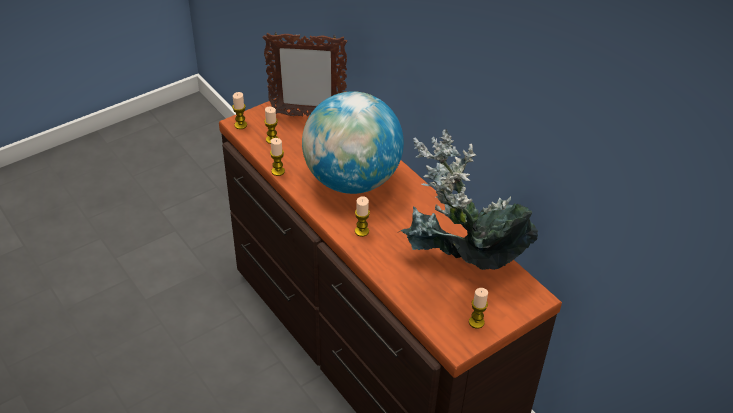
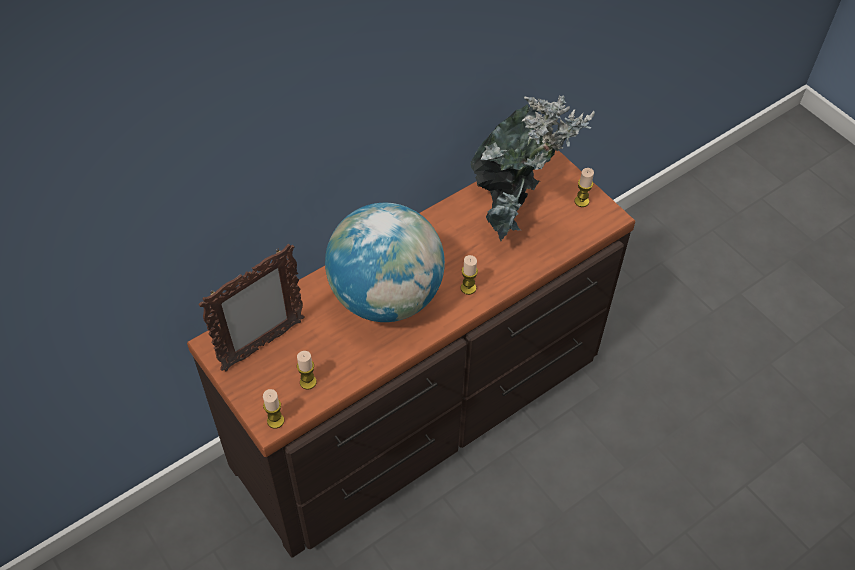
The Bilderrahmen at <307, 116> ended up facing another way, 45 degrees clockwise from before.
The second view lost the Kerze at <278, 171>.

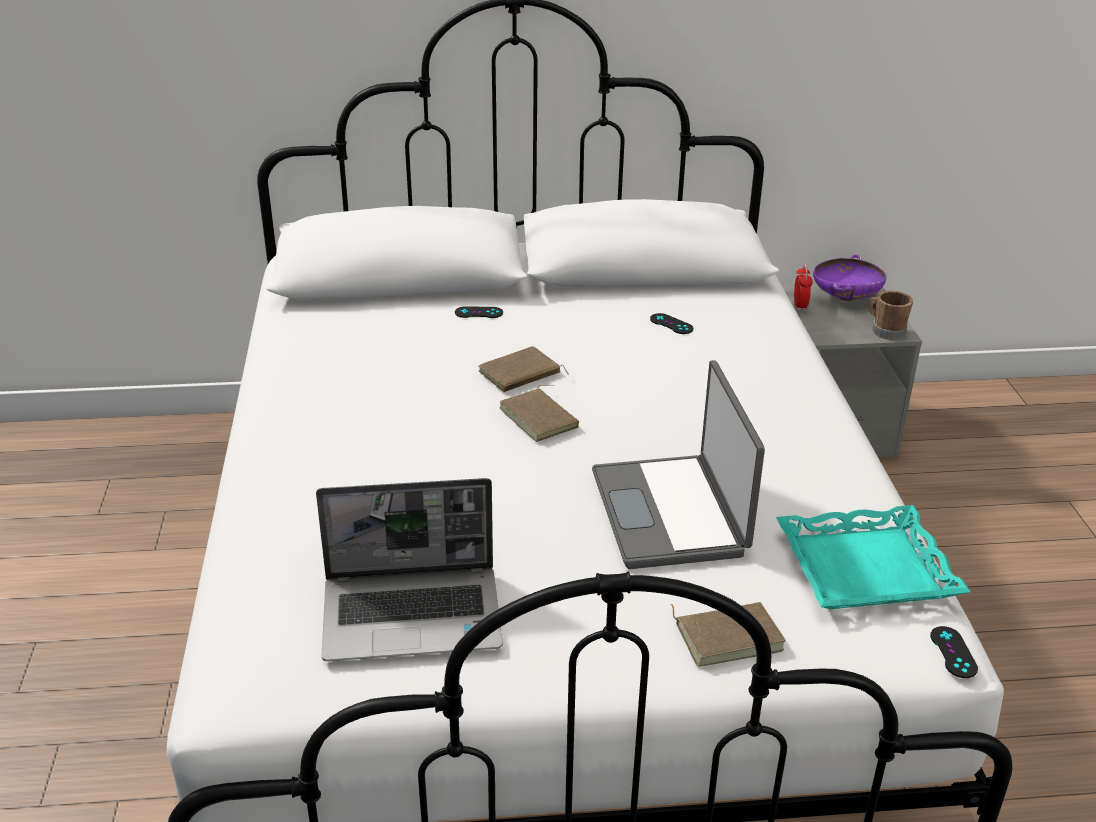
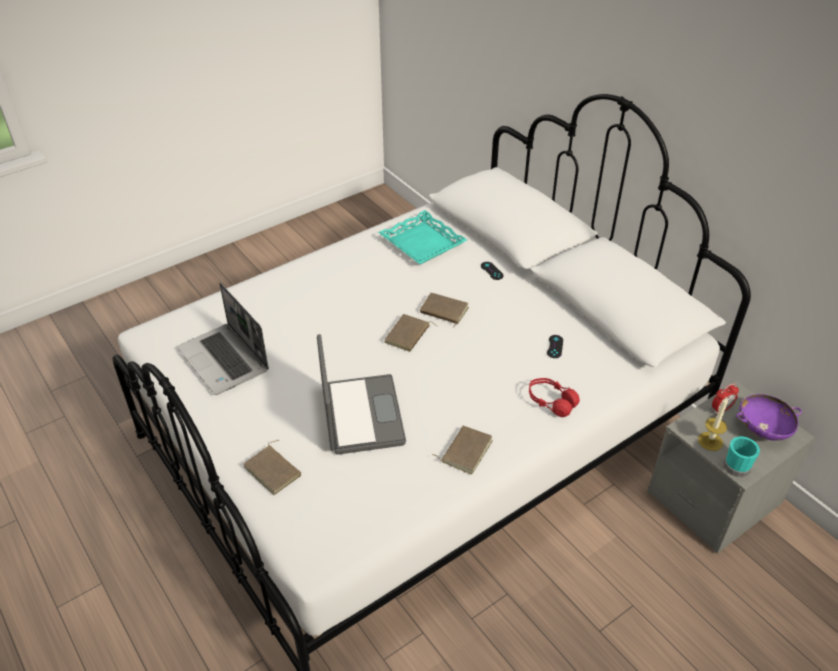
The Laptop at <671, 513> ended up facing another way, 120 degrees clockwise from before.
The Tablett/türkis ended up elsewhere, having gone from <866, 567> to <423, 243>.
What was the Henkelbecher/braun at <885, 330> turned into the Henkelbecher/türkis at <736, 464>.
The second view lost the Gamepad/schwarz at <953, 652>.
The second view gained the Buch/braun at <465, 450>.
The second view gained the Kopfhörer/rot at <551, 402>.
The second view gained the Kerze at <710, 441>.

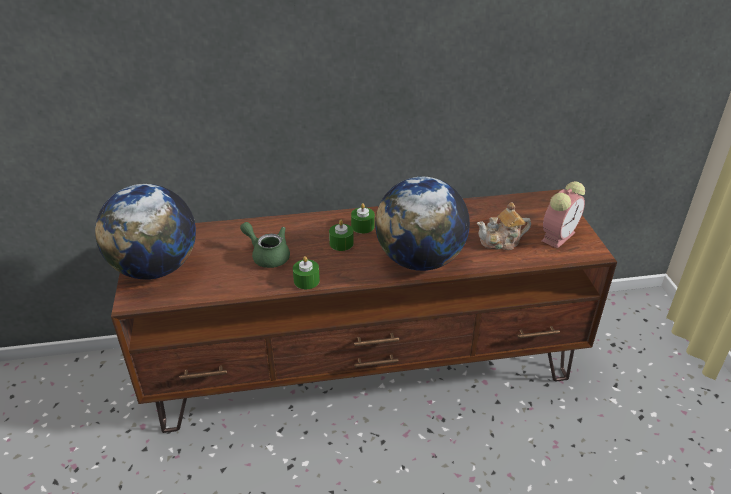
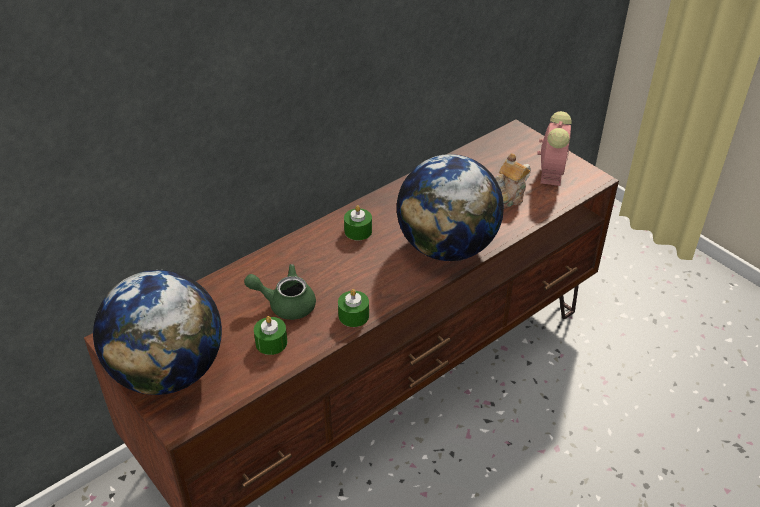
The Kerze/grün ended up elsewhere, having gone from <341, 243> to <271, 342>.

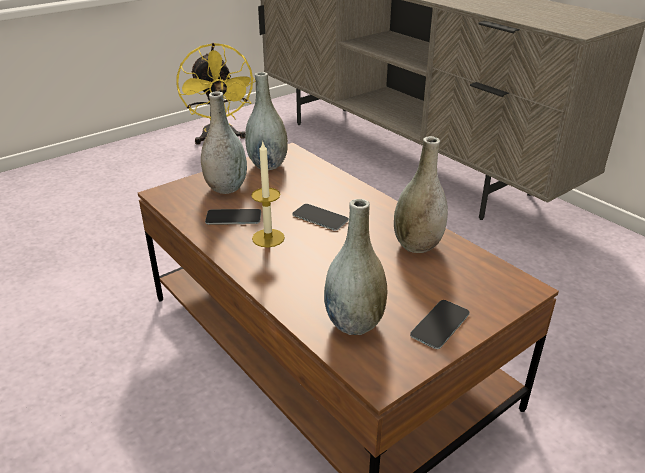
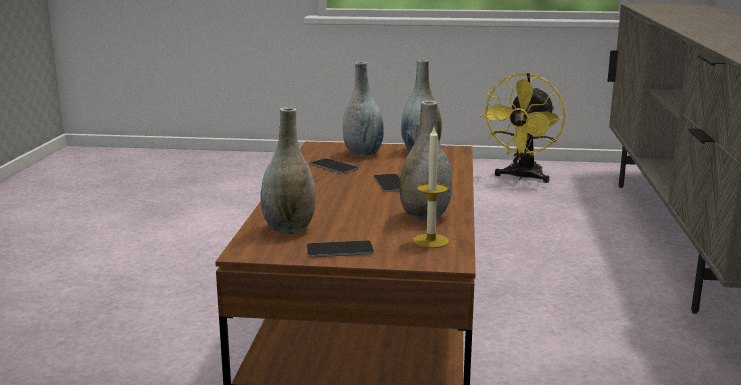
The Kerze ended up elsewhere, having gone from <268, 238> to <431, 241>.

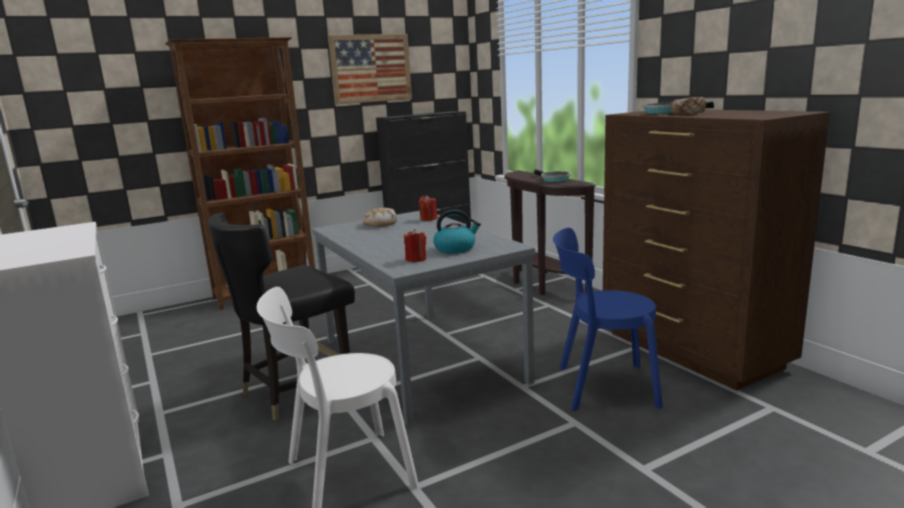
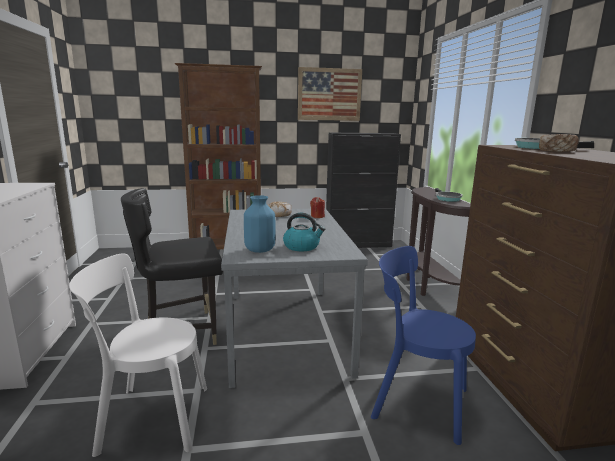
Where the Kerze/rot stood at <416, 259>, the Vase/blau came to stand at <260, 250>.

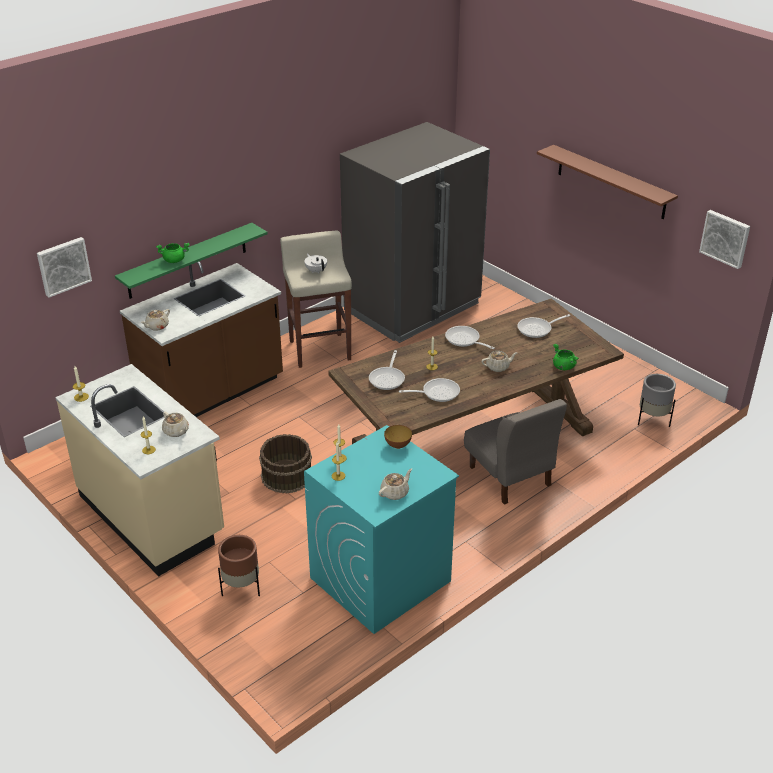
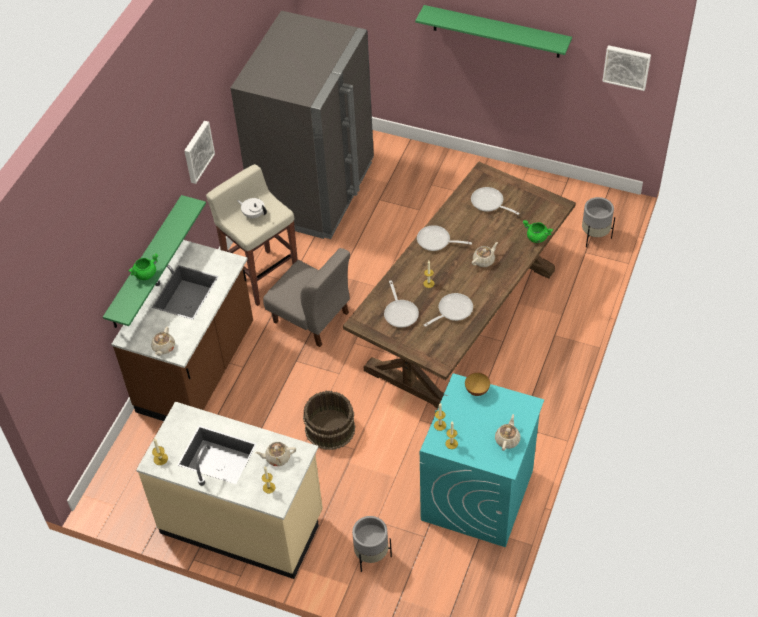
The Bild ended up elsewhere, having gone from <63, 266> to <197, 151>.
The Teekanne/beige at <176, 431> ended up facing another way, 150 degrees clockwise from before.
What was the Pflanzkübel/braun at <241, 587> turned into the Pflanzkübel/grau at <371, 556>.
The Stuhl/grau ended up elsewhere, having gone from <510, 476> to <311, 318>.
The Pfanne at <537, 329> ended up facing another way, 90 degrees clockwise from before.
What was the Wandregal/braun at <611, 182> turned into the Wandregal/grün at <496, 32>.

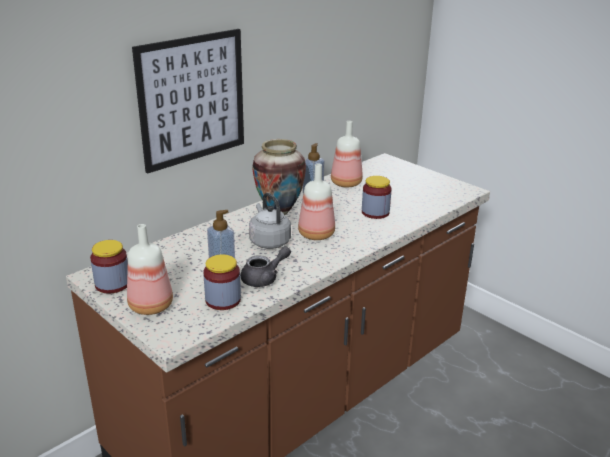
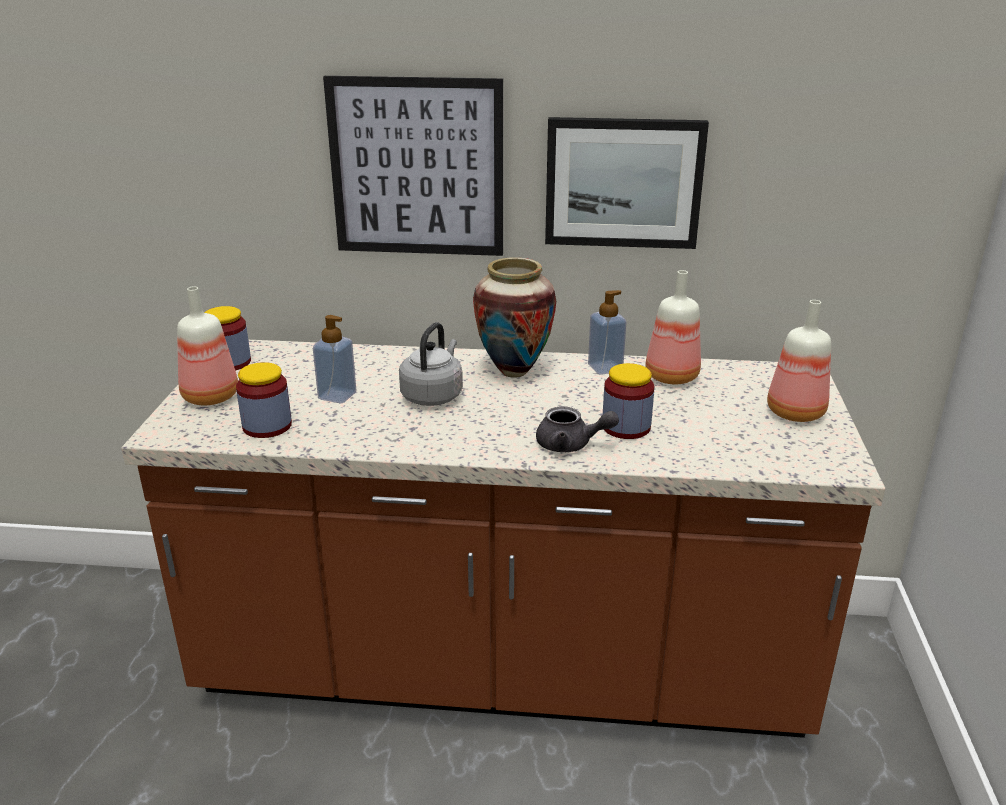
The Teekanne/grau ended up elsewhere, having gone from <264, 278> to <571, 445>.
The Flasche ended up elsewhere, having gone from <316, 235> to <794, 413>.
The second view gained the Bild at <623, 182>.

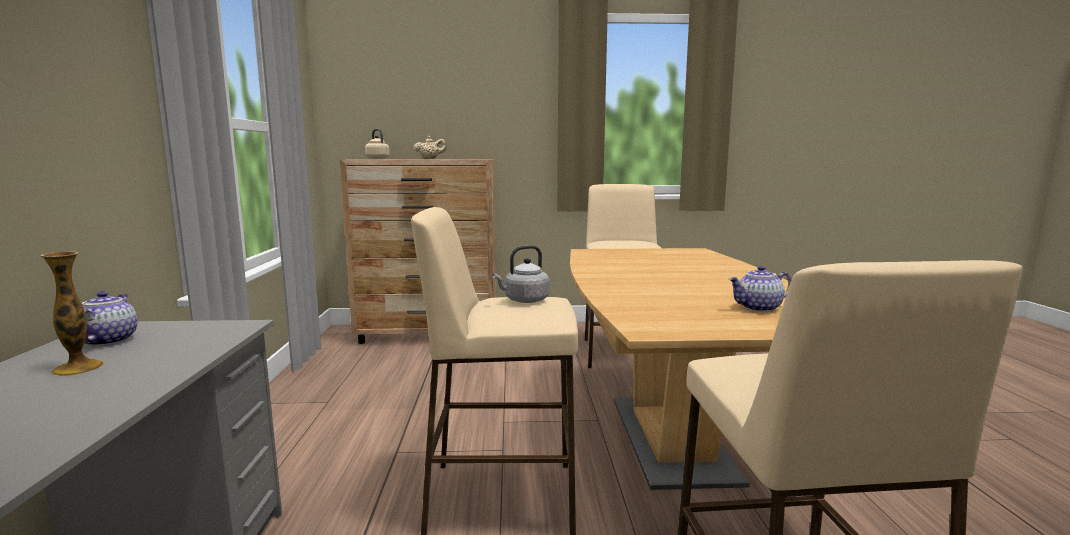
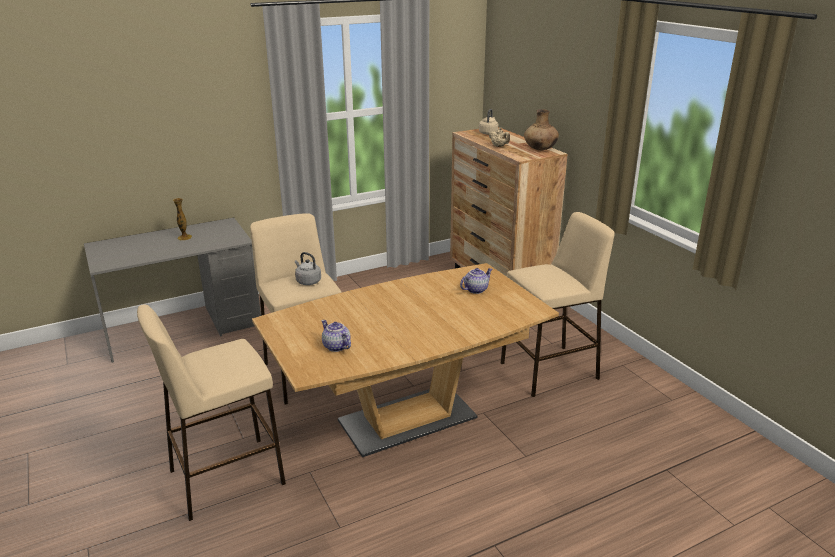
The Teekanne ended up elsewhere, having gone from <107, 341> to <475, 289>.
The second view gained the Vase/braun at <540, 149>.

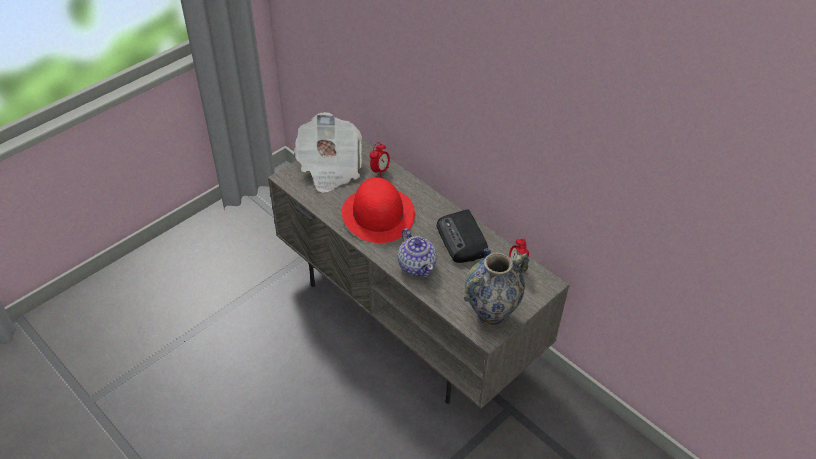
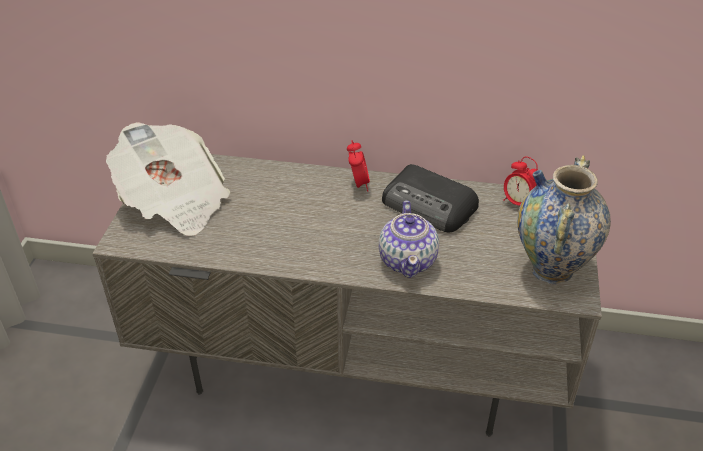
The second view lost the Hut/rot at <378, 214>.
The Wecker ended up elsewhere, having gone from <380, 171> to <358, 184>.
The Teekanne at <417, 265> ended up facing another way, 60 degrees clockwise from before.

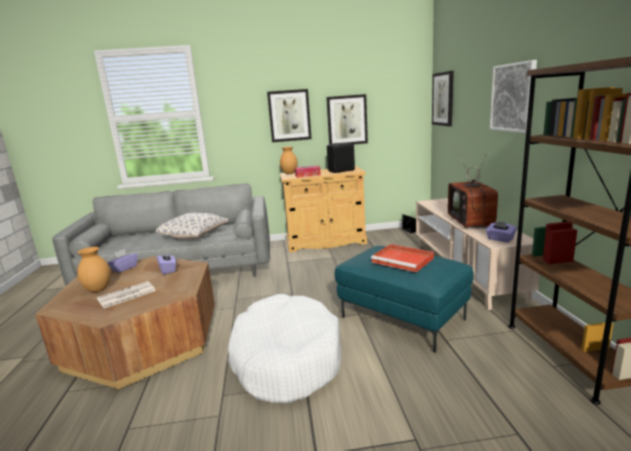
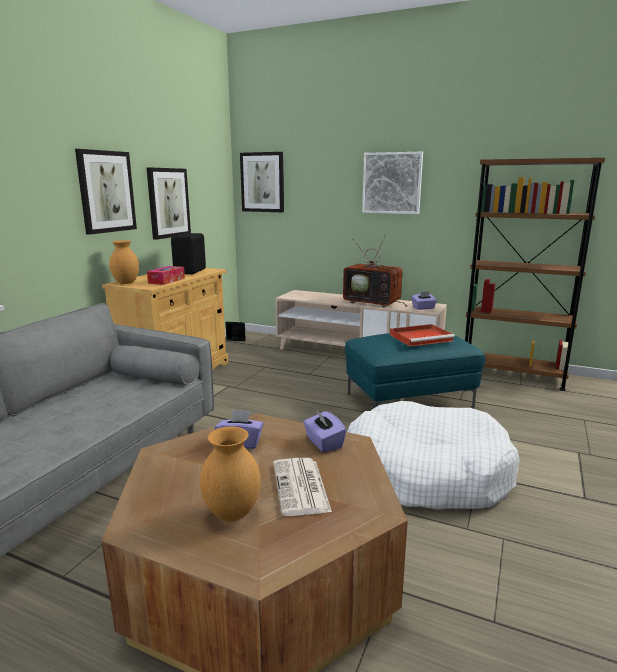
The Taschentuchbox/lila ended up elsewhere, having gone from <124, 268> to <323, 443>.
The second view lost the Kissen at <195, 236>.

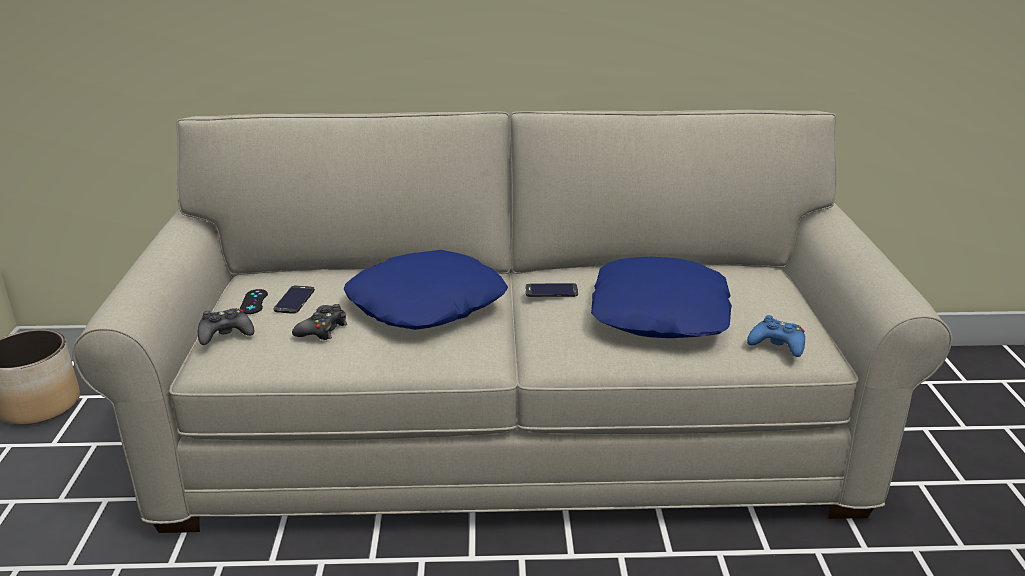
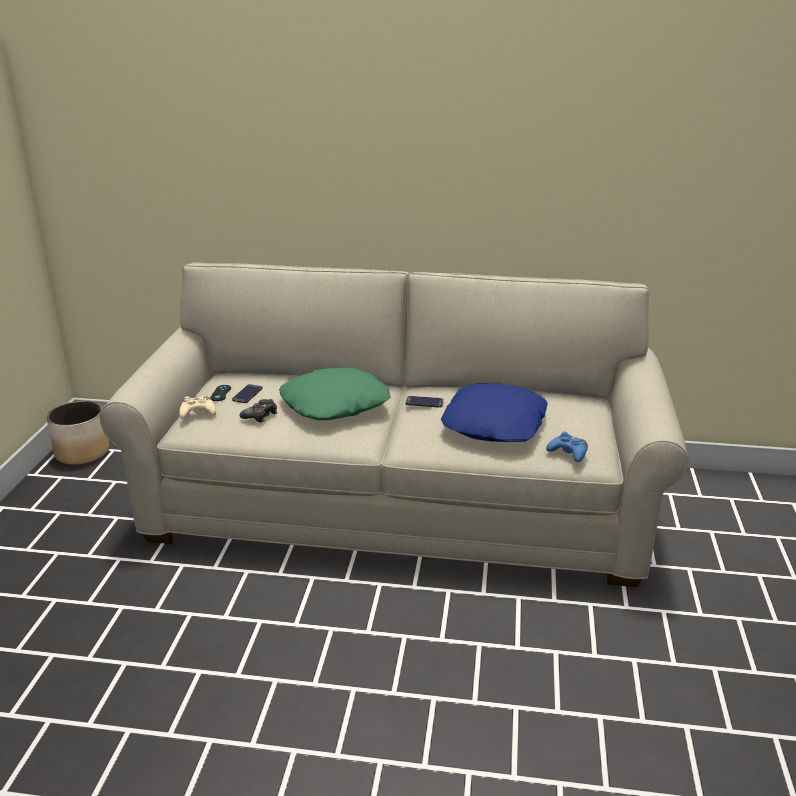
What was the Gamepad/schwarz at <225, 333> turned into the Gamepad/beige at <198, 412>.
What was the Kissen/blau at <426, 303> turned into the Kissen/grün at <334, 403>.

